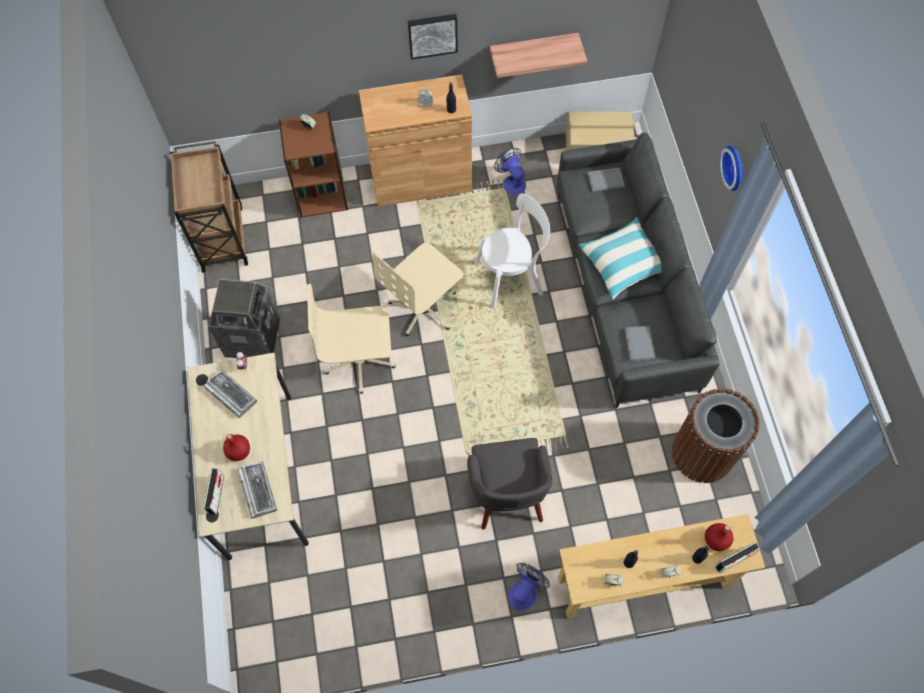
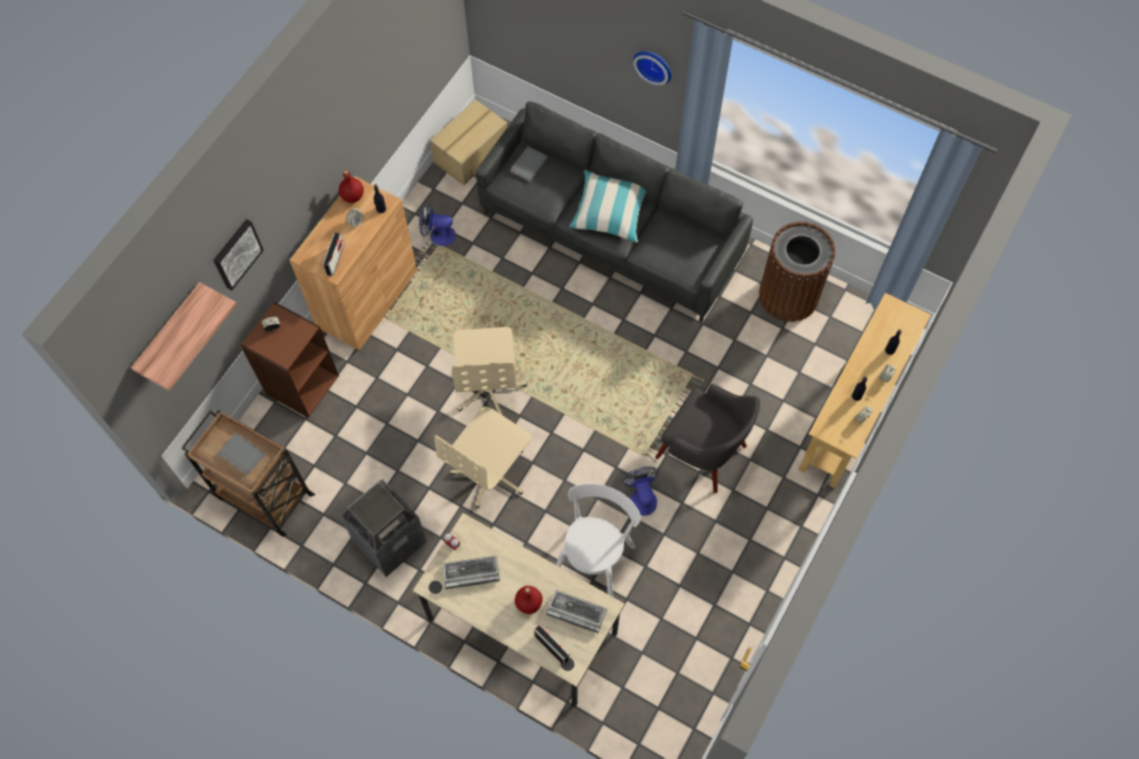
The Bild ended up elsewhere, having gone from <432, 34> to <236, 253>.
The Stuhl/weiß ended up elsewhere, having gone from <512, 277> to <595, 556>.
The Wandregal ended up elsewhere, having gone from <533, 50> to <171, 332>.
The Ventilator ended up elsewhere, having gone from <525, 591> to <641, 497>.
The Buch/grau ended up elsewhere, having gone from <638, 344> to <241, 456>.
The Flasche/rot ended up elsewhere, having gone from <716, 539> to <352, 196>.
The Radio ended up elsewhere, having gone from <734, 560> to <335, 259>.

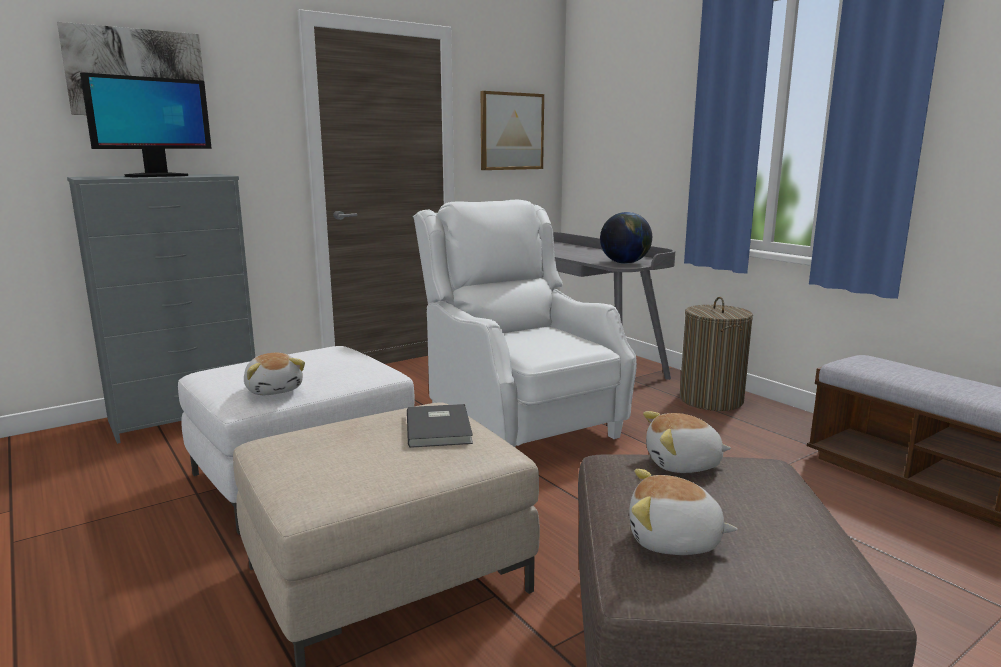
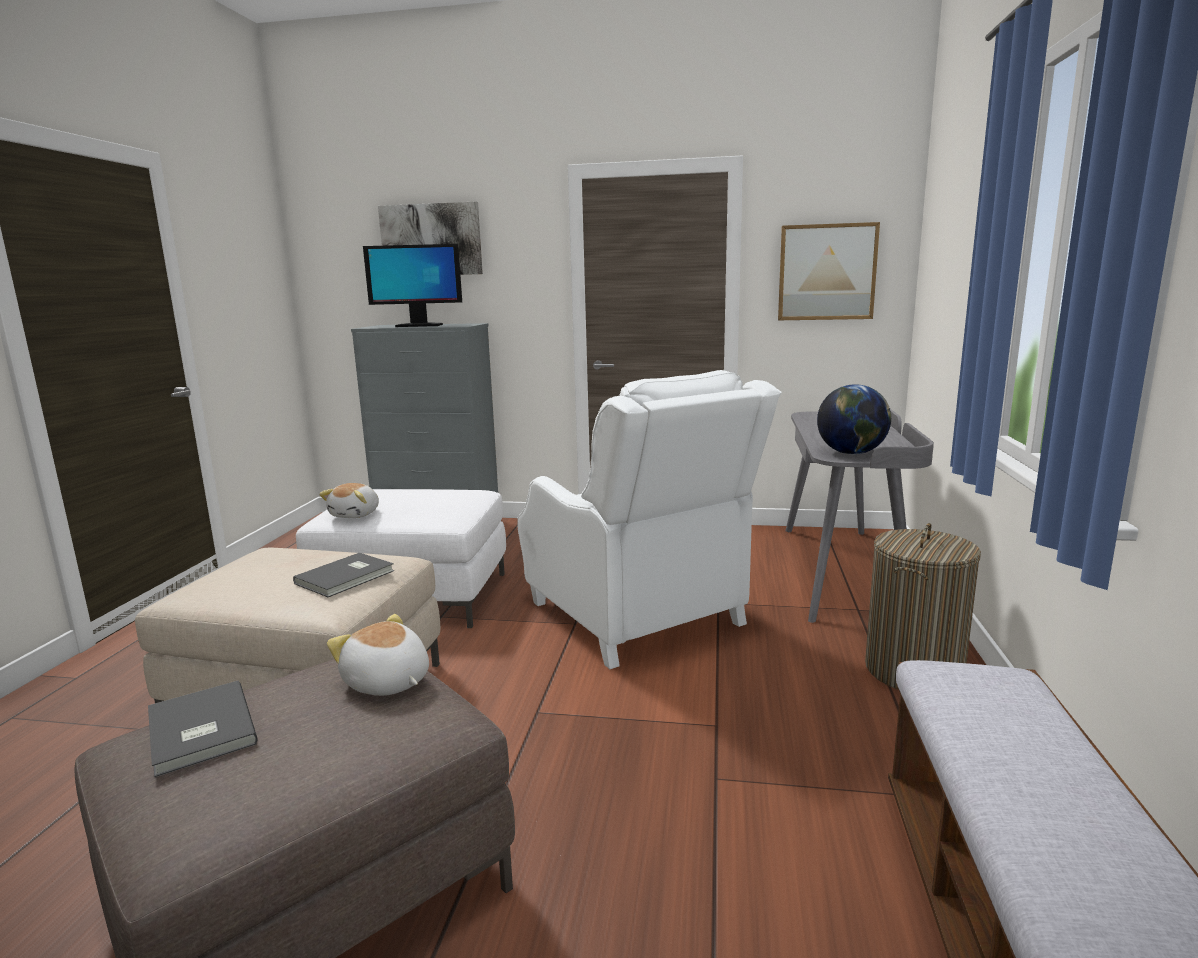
The Sessel/weiß at <519, 424> ended up facing another way, 135 degrees clockwise from before.
Where the Plüschtier stood at <674, 541>, the Buch/grau came to stand at <198, 731>.

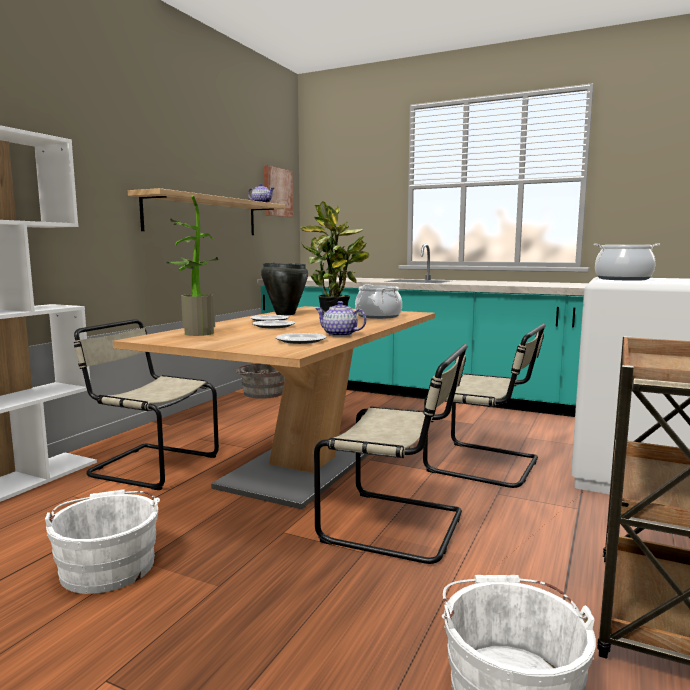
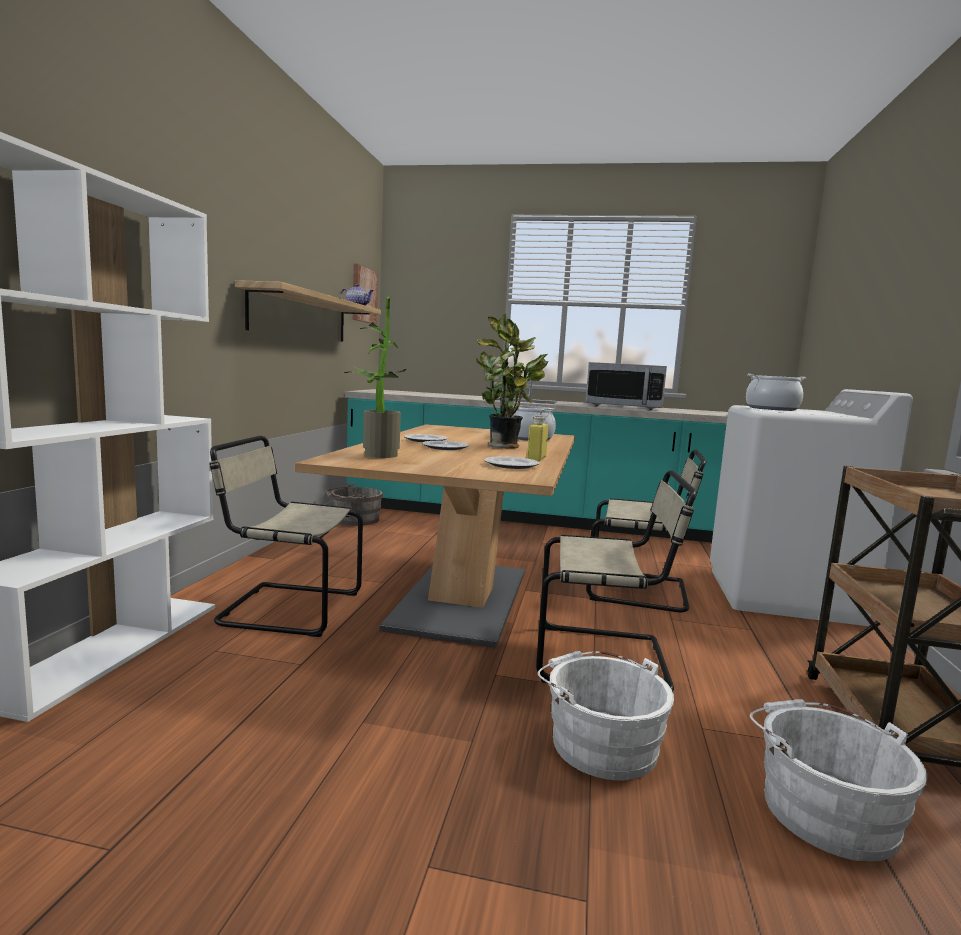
The Eimer/weiß ended up elsewhere, having gone from <108, 564> to <599, 741>.
The second view lost the Kochtopf/schwarz at <284, 314>.
Where the Teekanne stood at <340, 335>, the Flasche/gelb came to stand at <536, 459>.
The second view gained the Mikrowelle at <624, 407>.

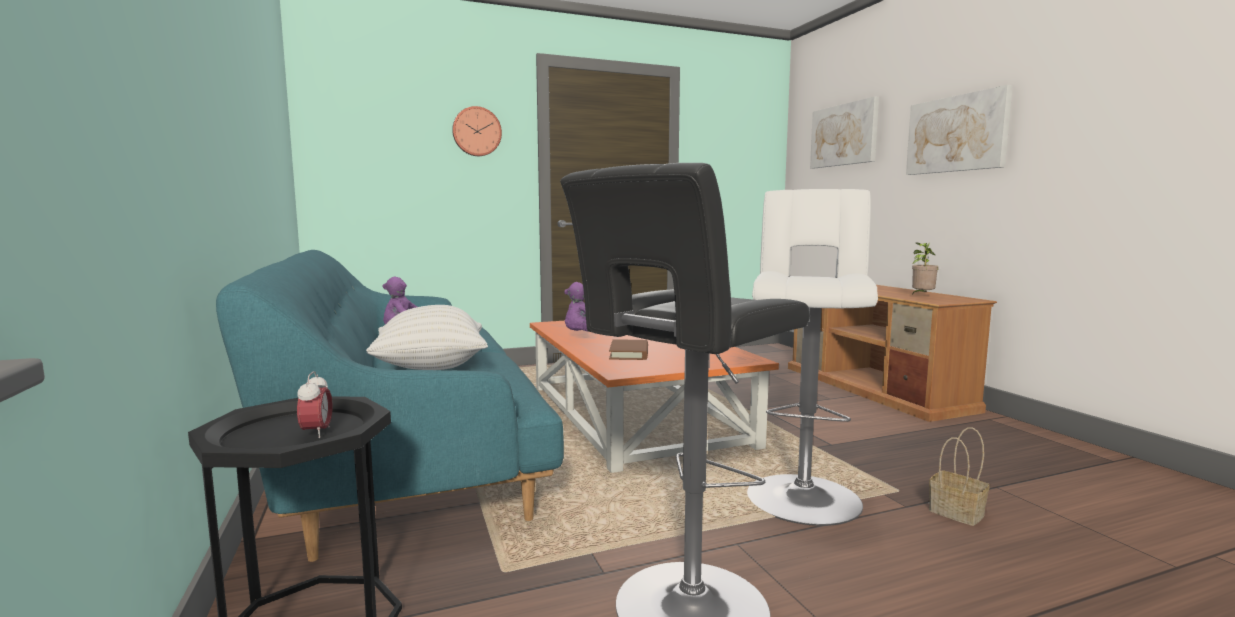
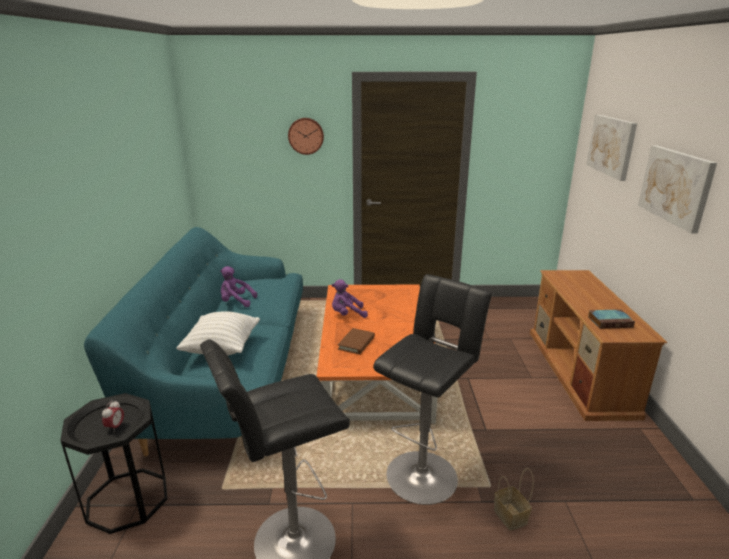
What was the Hocker/weiß at <802, 494> turned into the Hocker/schwarz at <424, 472>.
Where the Topfpflanze stood at <922, 296>, the Buch came to stand at <610, 322>.

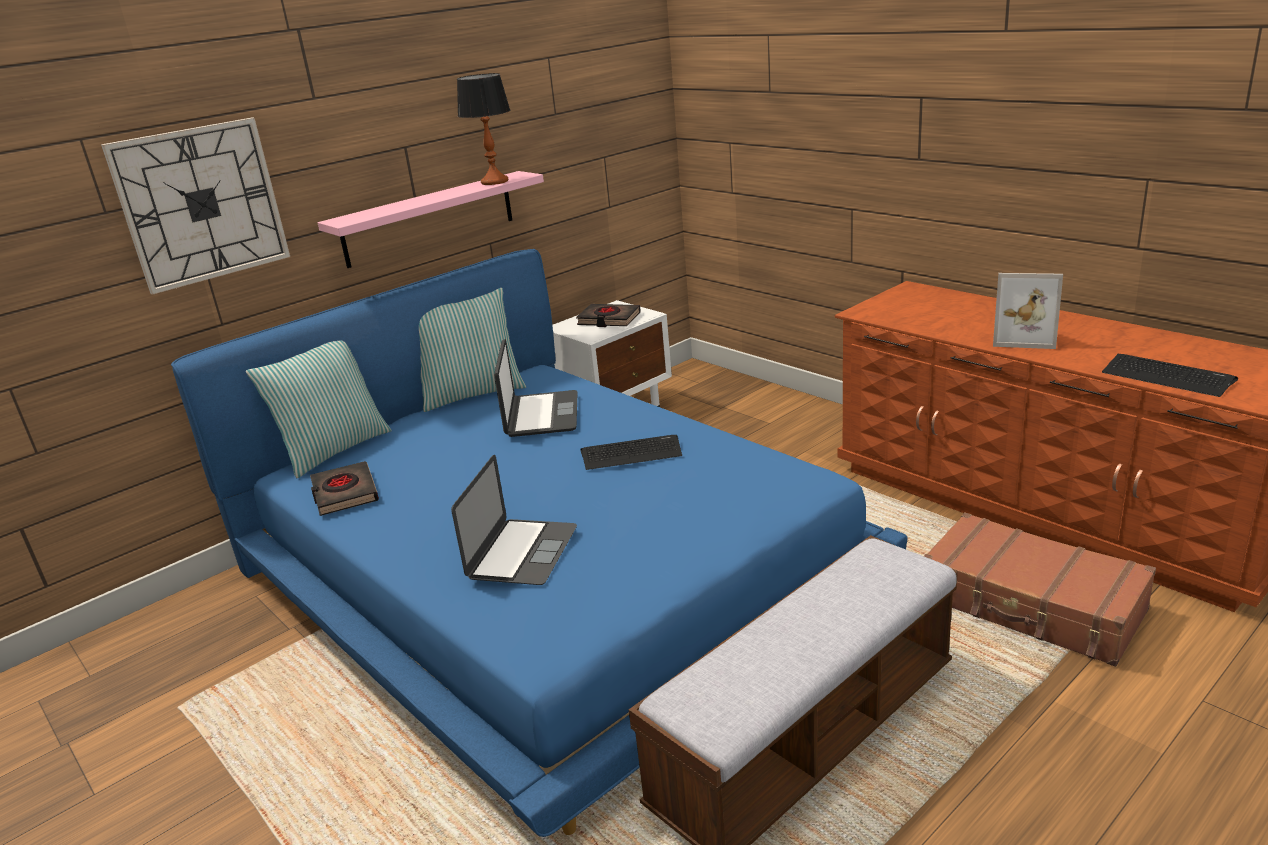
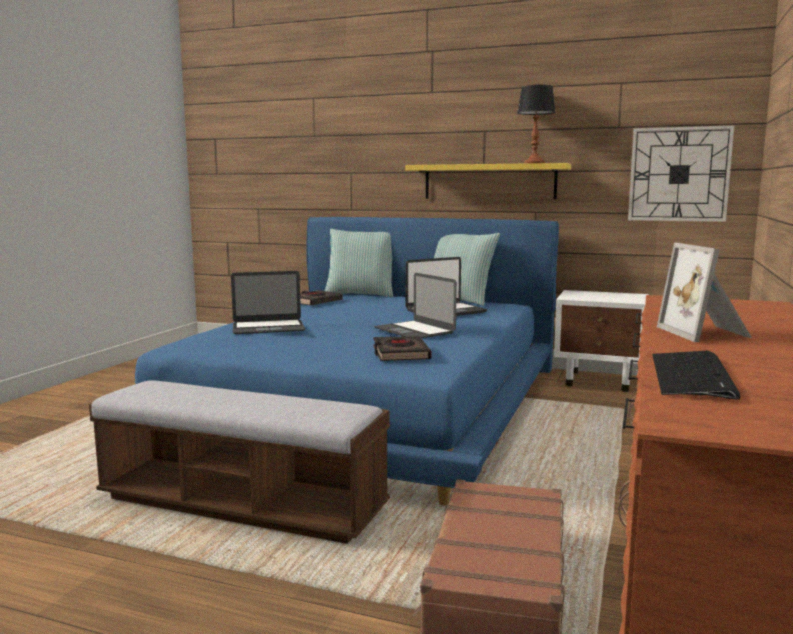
The Wanduhr ended up elsewhere, having gone from <201, 204> to <679, 174>.
What was the Wandregal/rosa at <429, 218> turned into the Wandregal/gelb at <489, 181>.
The Buch/schwarz ended up elsewhere, having gone from <609, 319> to <400, 354>.
Where the Tastatur stood at <631, 453>, the Laptop came to stand at <414, 330>.

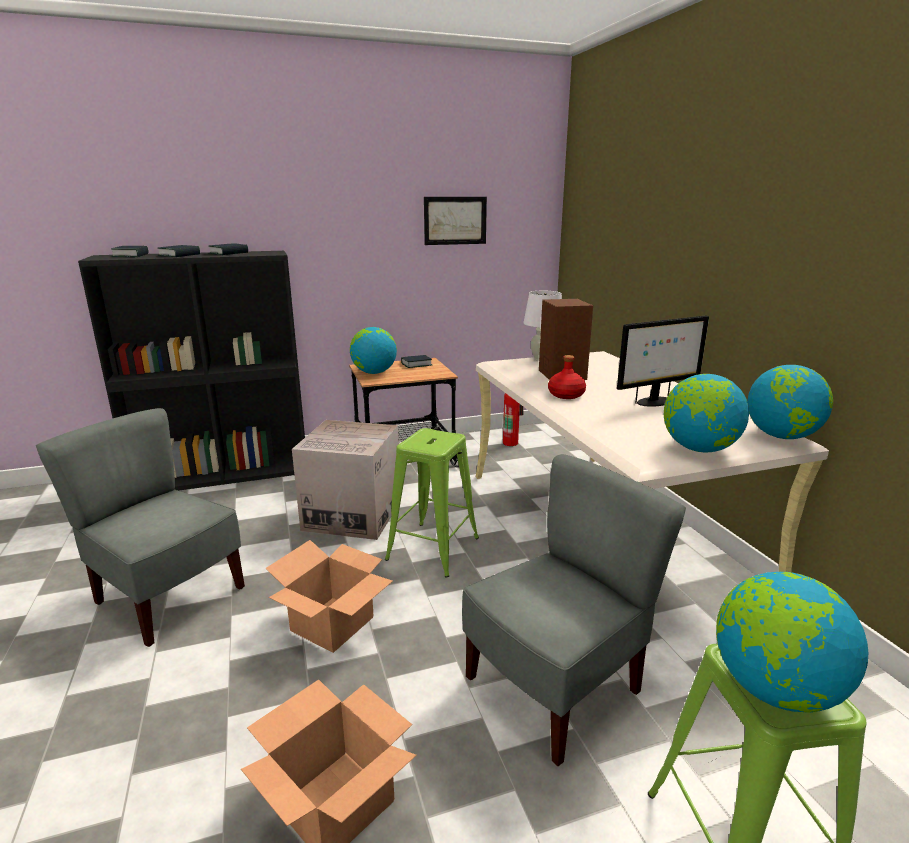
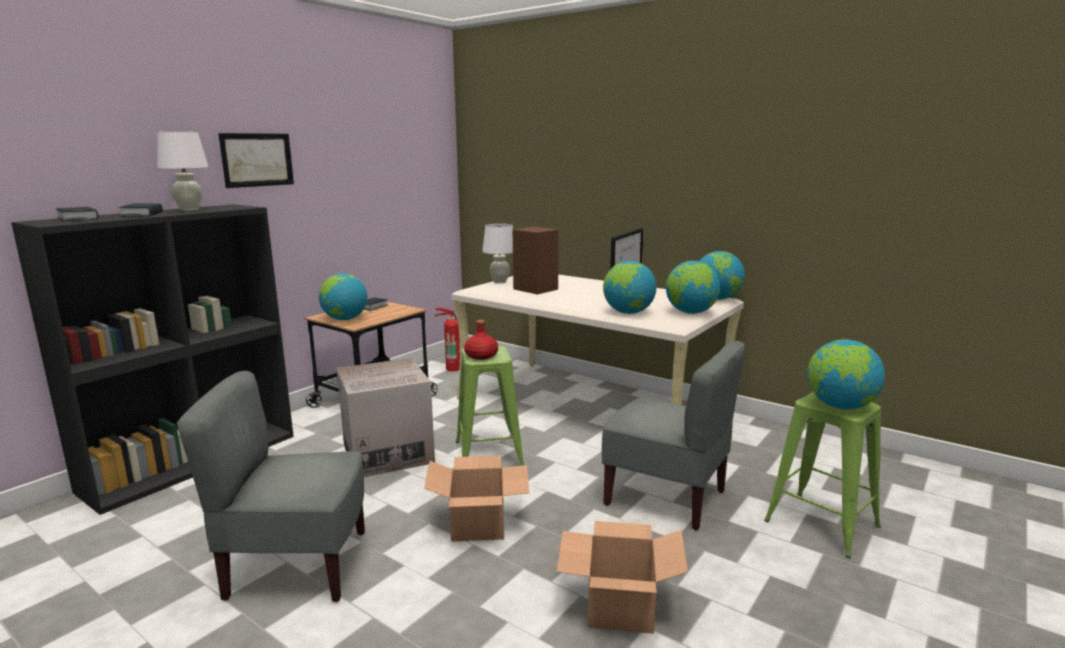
Where the Buch stood at <229, 253>, the Tischlampe/weiß came to stand at <189, 209>.
The Bild ended up elsewhere, having gone from <455, 220> to <257, 160>.
The Stuhl/grau at <555, 687> ended up facing another way, 105 degrees clockwise from before.
The Flasche/rot ended up elsewhere, having gone from <566, 395> to <481, 356>.
The second view gained the Globus at <628, 312>.

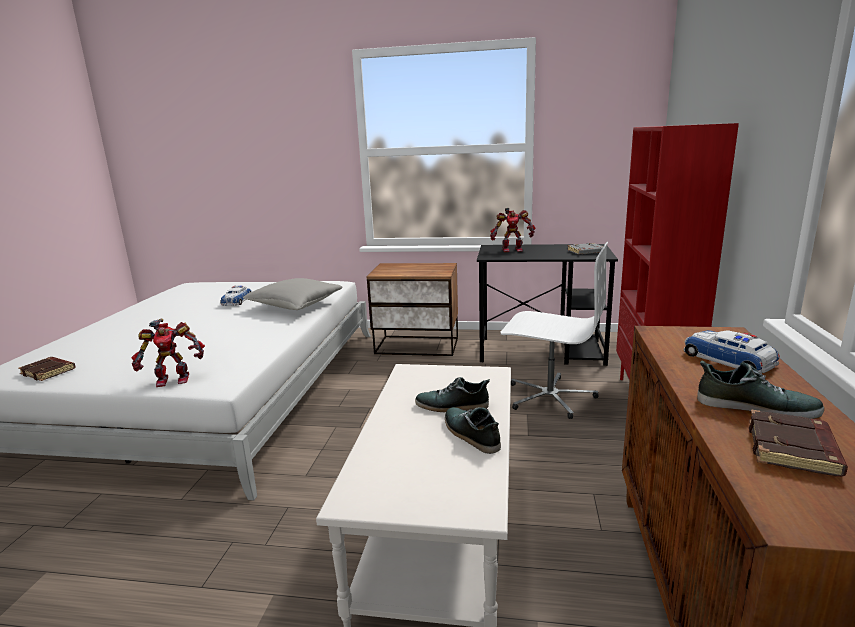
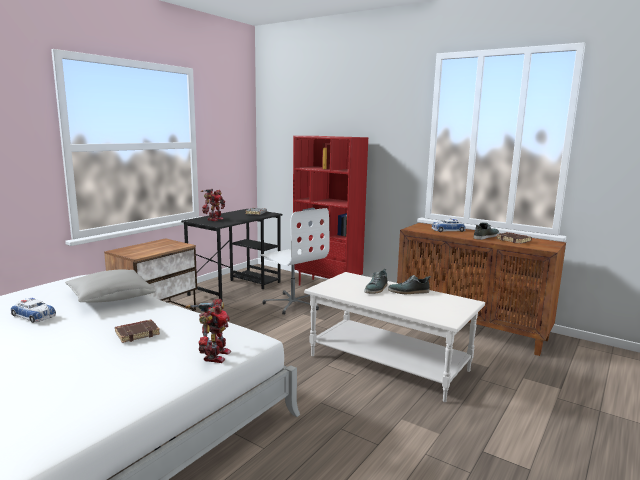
The Buch/braun ended up elsewhere, having gone from <49, 372> to <137, 333>.
The Bürostuhl/weiß at <549, 396> ended up facing another way, 90 degrees clockwise from before.

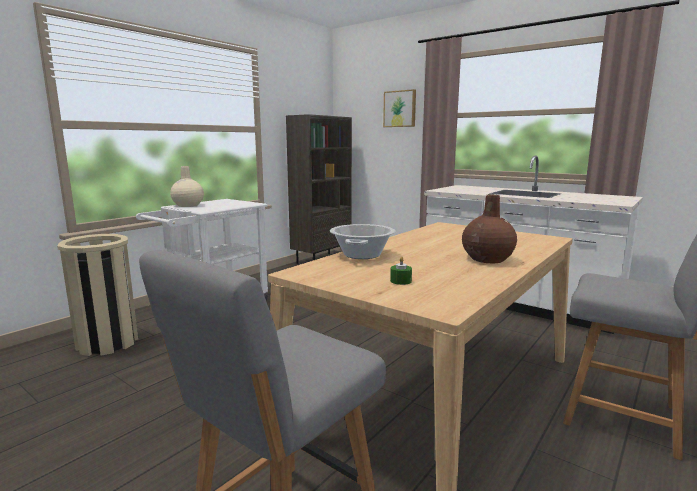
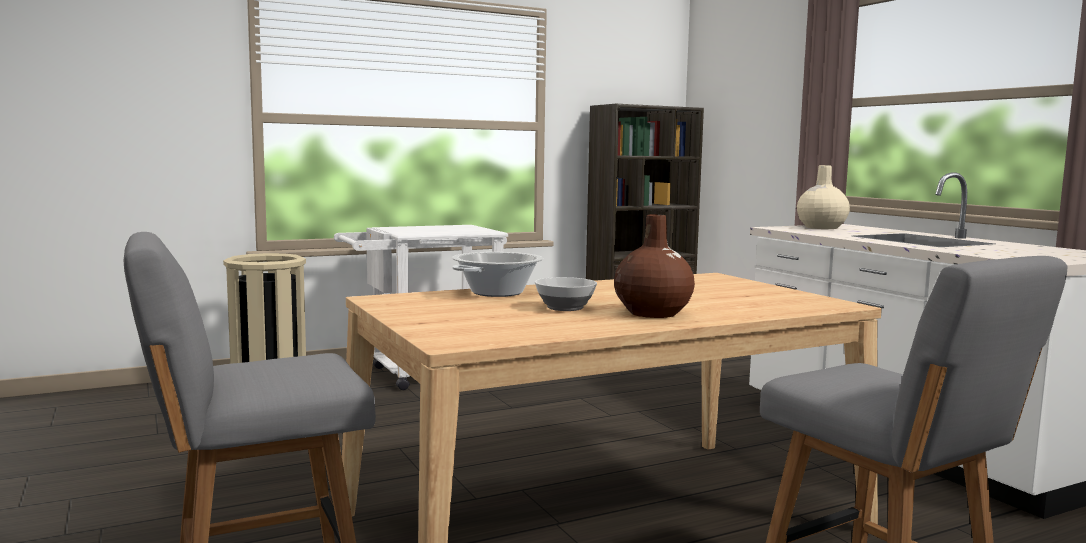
The Vase/beige ended up elsewhere, having gone from <188, 205> to <821, 227>.
The second view lost the Bild at <400, 109>.
The second view lost the Kerze/grün at <400, 281>.
The second view gained the Schüssel at <566, 307>.

